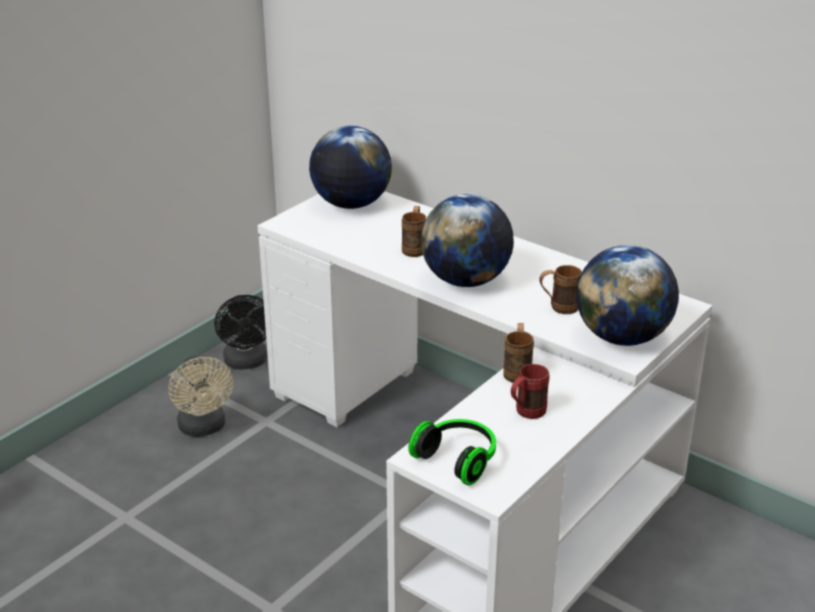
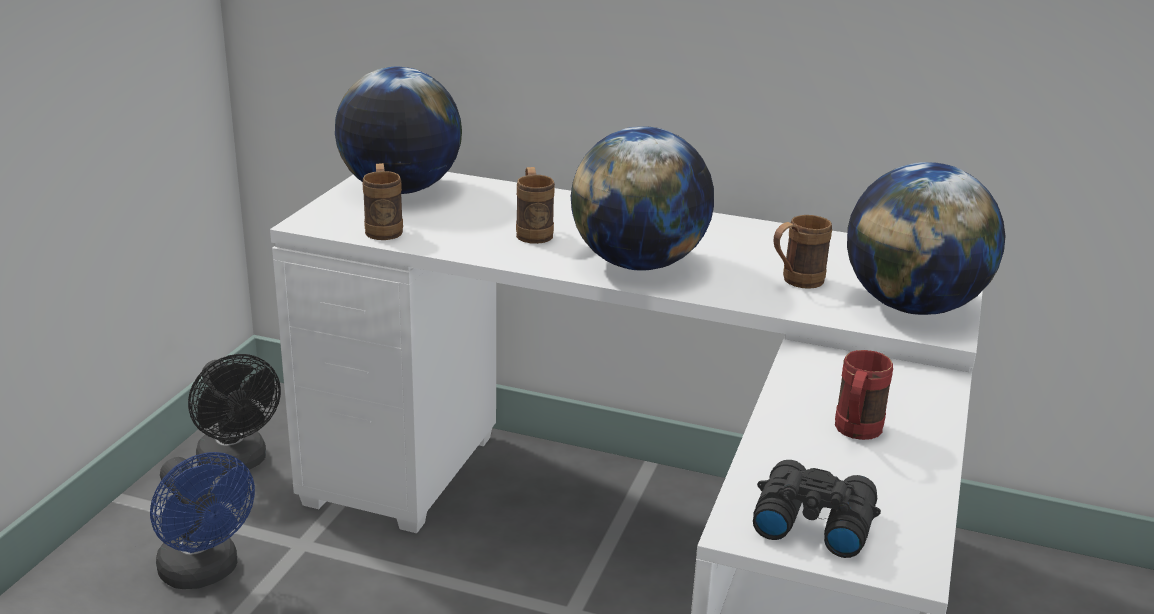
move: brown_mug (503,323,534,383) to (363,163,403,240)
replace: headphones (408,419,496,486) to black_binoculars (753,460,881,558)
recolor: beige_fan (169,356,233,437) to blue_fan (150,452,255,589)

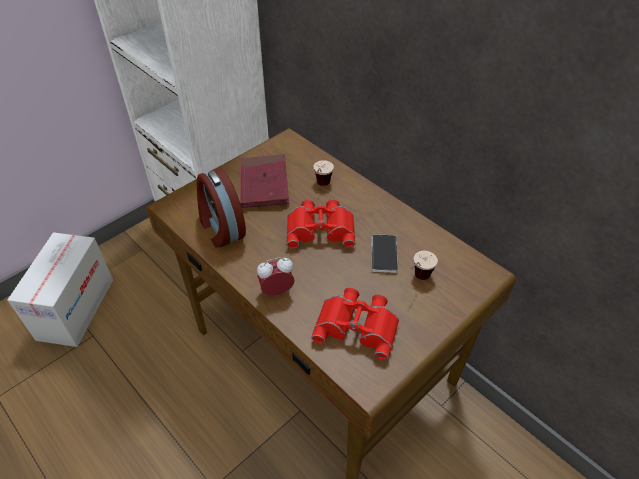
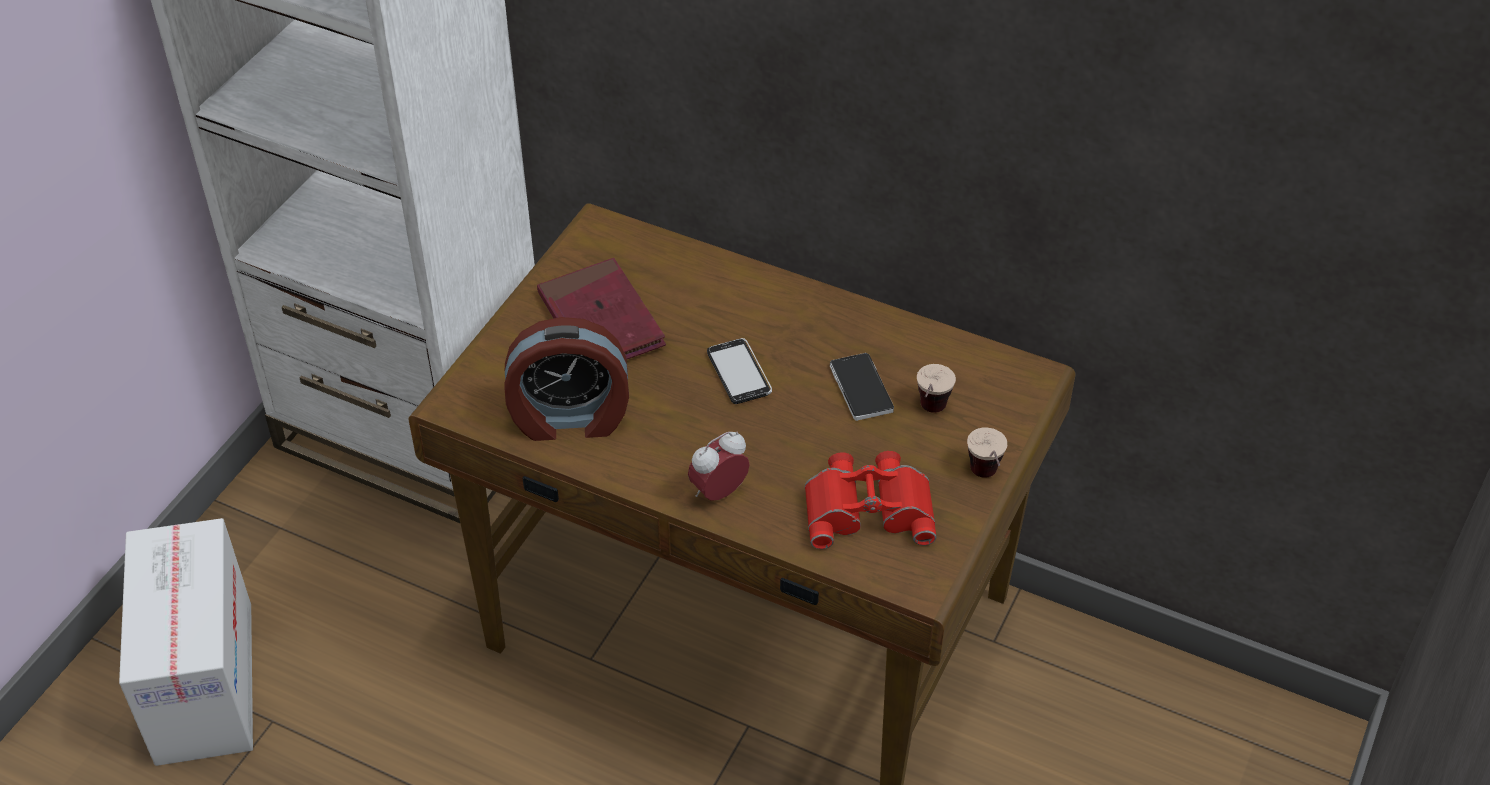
move: cup (313,160,334,186) to (967,427,1007,478)
replace: red_binoculars (287,200,355,249) to phone (707,338,772,404)
rotate: alarm_clock (197,168,246,248) = (504,317,629,441) 45 degrees counterclockwise

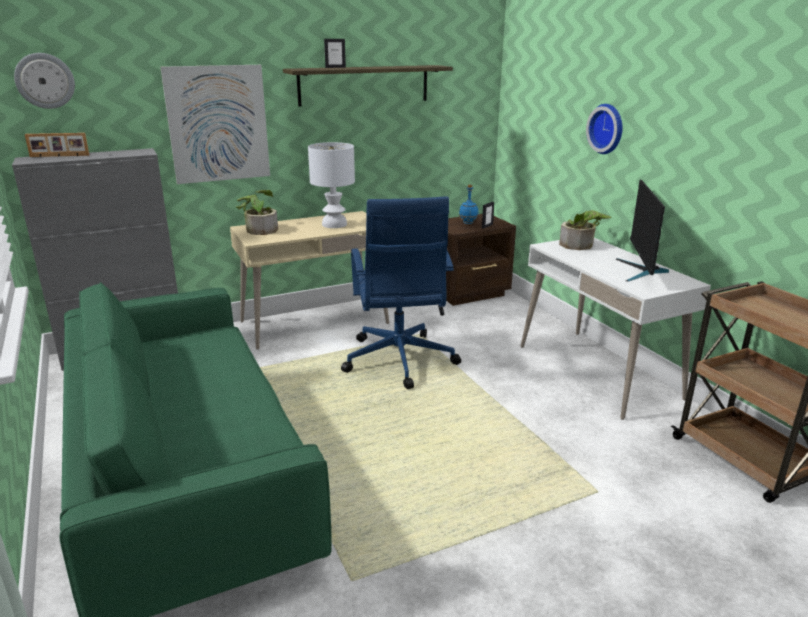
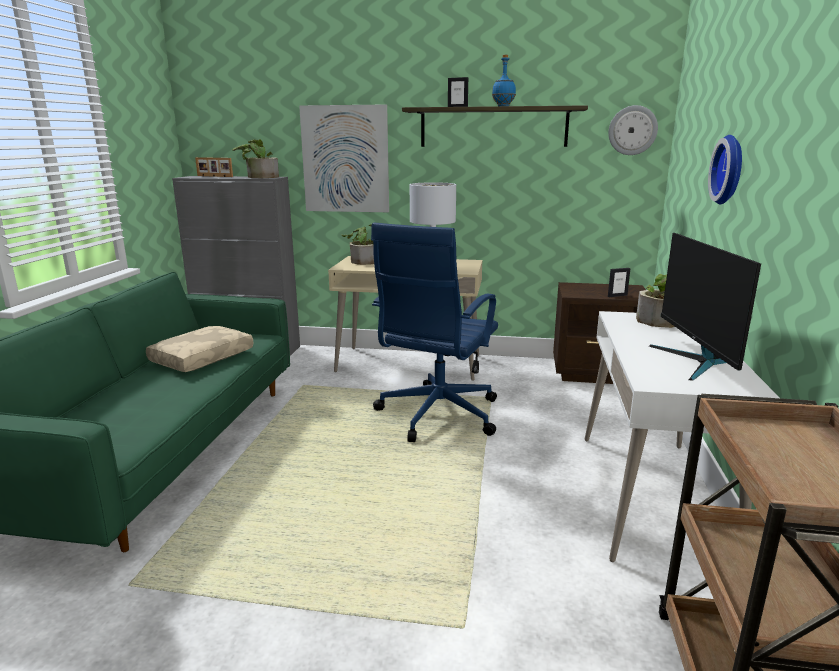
insert: beige_pillow (146,326,253,372); potted_plant (232,139,279,178)
move: blue_bottle (459,184,479,224) to (492,55,516,106); wall_clock (14,53,75,109) to (608,105,658,155)
rotate: monitor (615,180,669,282) = (649,233,761,381) 45 degrees counterclockwise

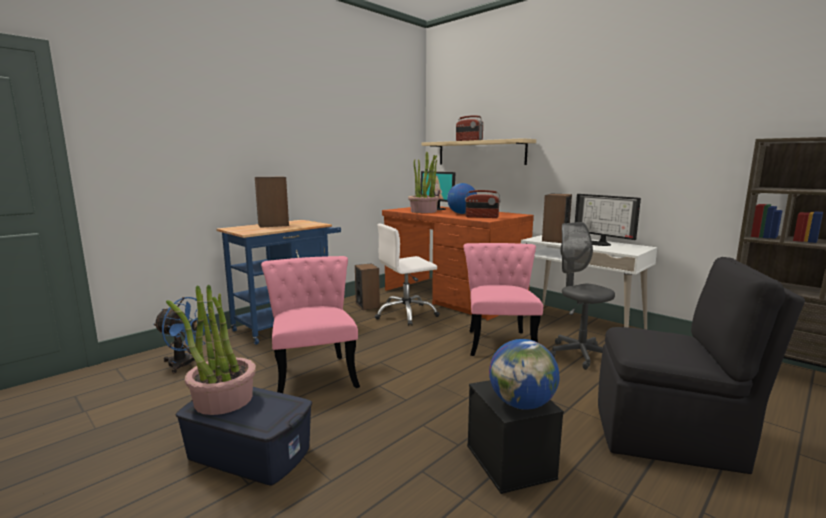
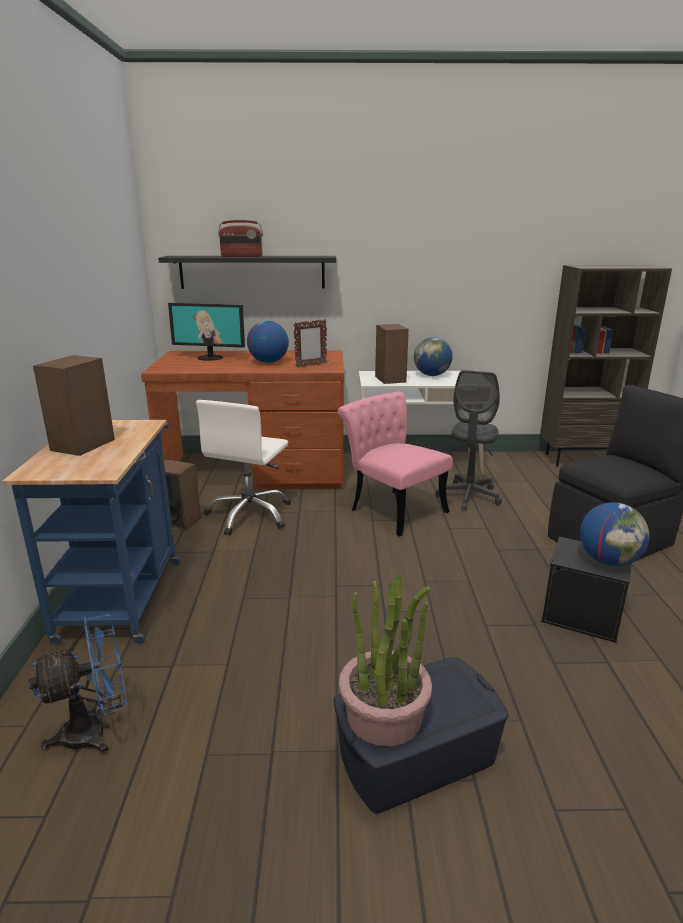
delete: pink_chair (261,256,360,393); potted_plant (408,152,439,213)
replace: radio (465,190,501,218) to picture_frame (293,319,327,367); monitor (575,194,641,246) to globe (414,337,453,376)
recolor: beige_shelf (421,138,536,165) to black_shelf (158,256,336,289)
rotate: grey_office_chair (550,222,615,370) = (435,370,502,511) 90 degrees counterclockwise

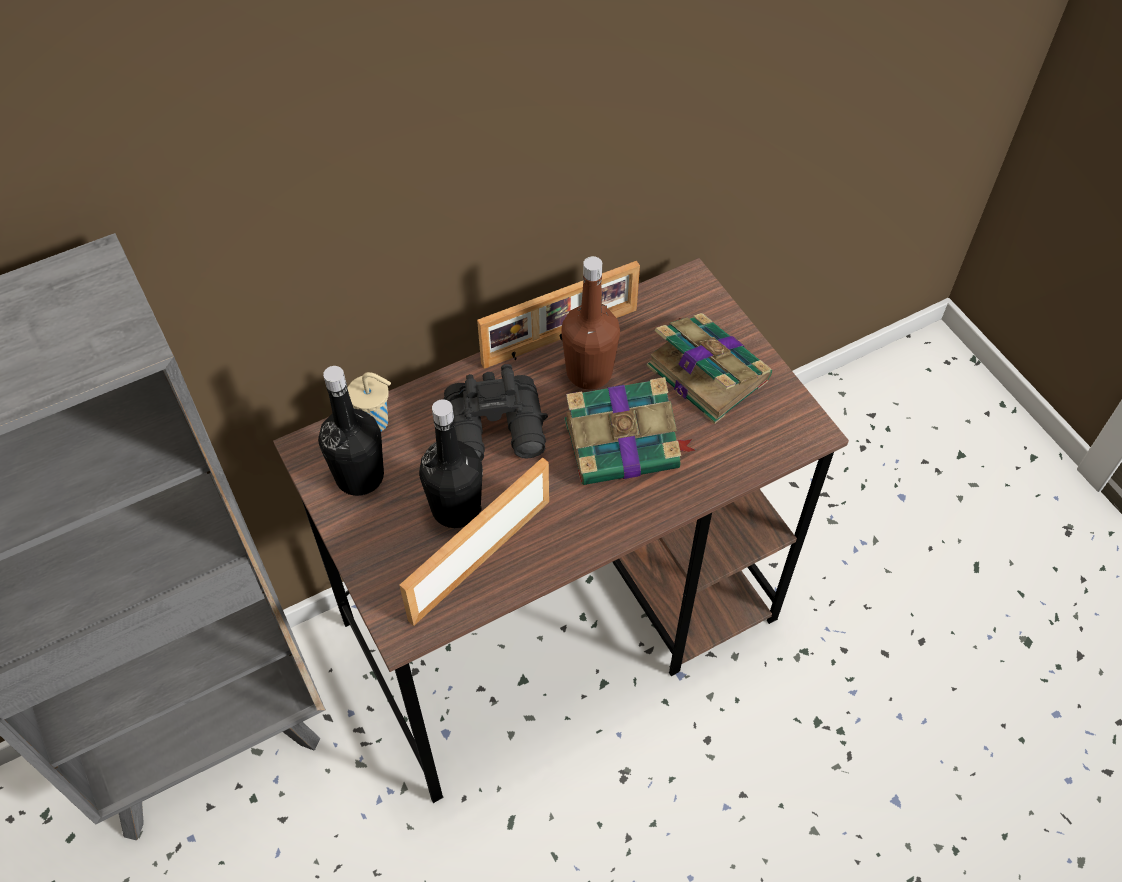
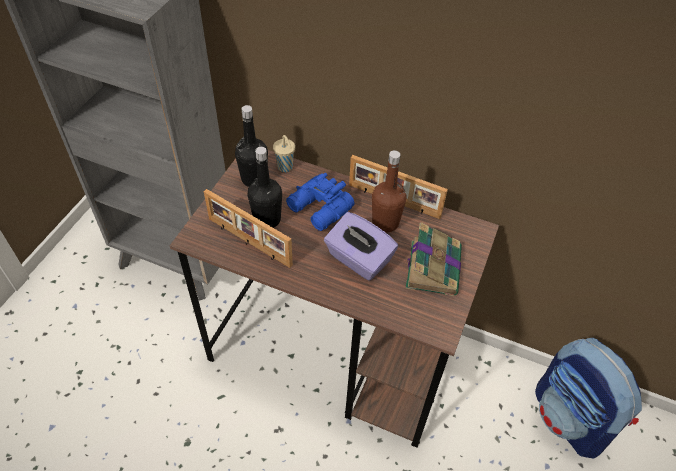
insert: backpack (535,338,642,459)
replace: book (564,377,696,485) to purple_tissue_box (324,212,398,281)
recolor: black_binoculars (444,364,548,461) to blue_binoculars (286,173,355,231)
rotate: picture_frame (399,457,549,626) = (204,189,293,268) 150 degrees counterclockwise

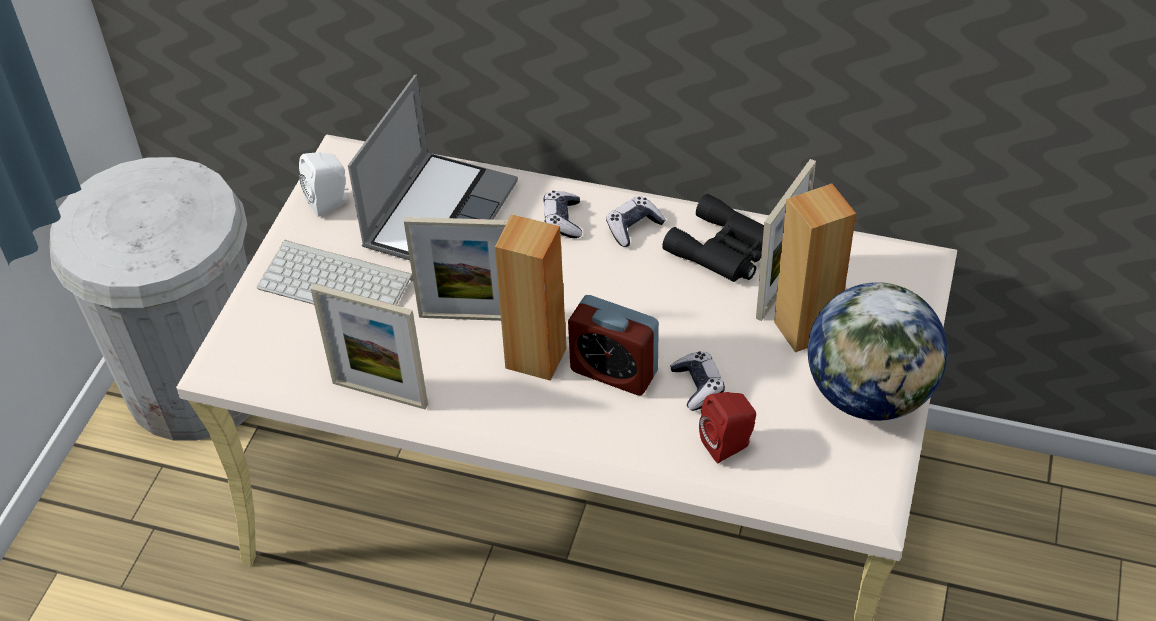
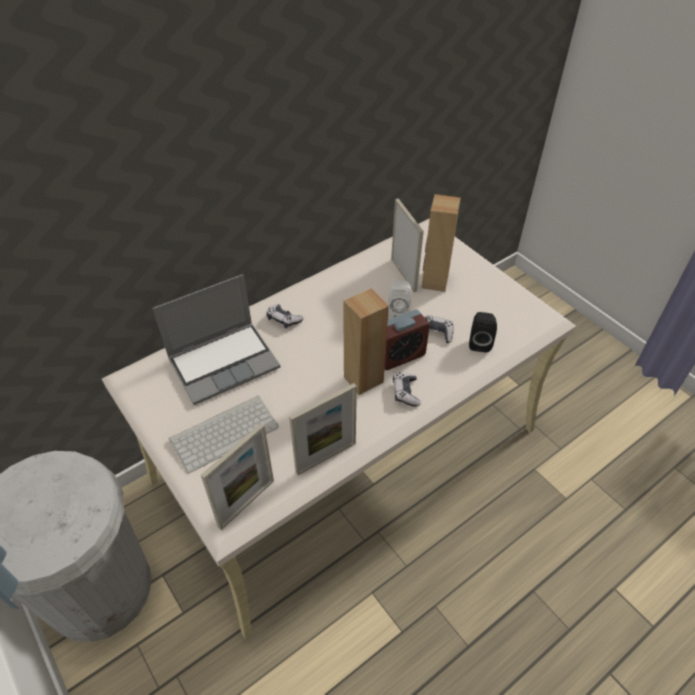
delete: black_binoculars (662,194,764,282); globe (808,282,948,421)
move: picture_frame (404,217,508,321) to (201,423,274,530); white_speaker (299,152,348,217) to (388,280,412,318); game_controller (606,196,666,247) to (393,372,420,406)
recolor: red_speaker (699,392,756,463) to black_speaker (469,312,497,352)
rotate: laptop (348,75,518,260) = (153,274,280,405) 90 degrees clockwise

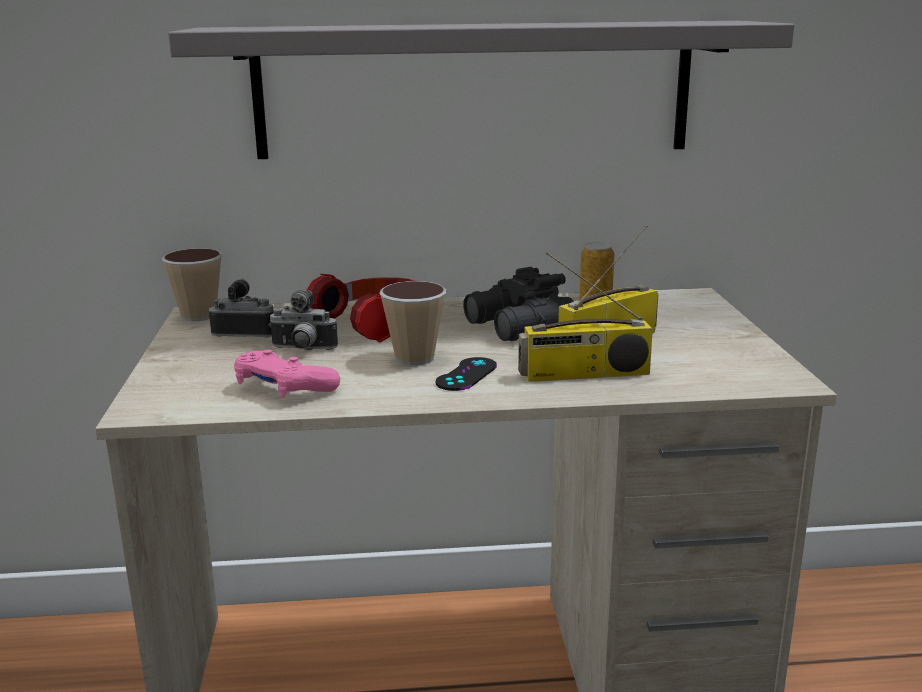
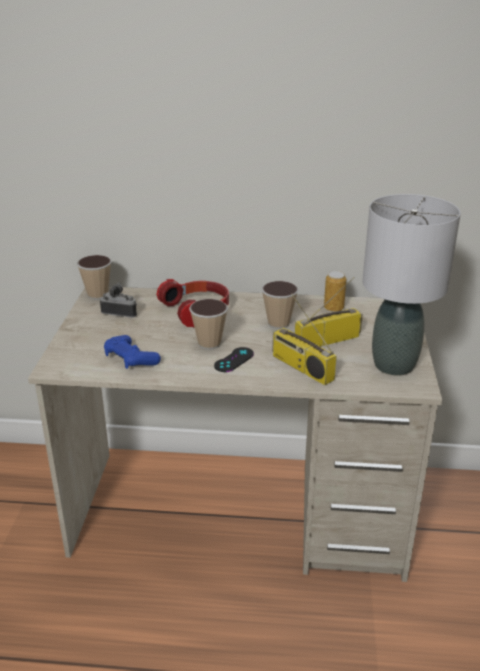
delete: grey_shelf (168,21,794,159); photo_camera (268,290,338,350)
insert: grey_table_lamp (362,194,461,376)
replace: black_binoculars (463,267,574,341) to cup (262,281,298,329)
recolor: pink_game_controller (234,350,340,397) to blue_game_controller (104,335,161,369)
rotate: radio (518,252,653,382) = (272,293,336,385) 45 degrees clockwise

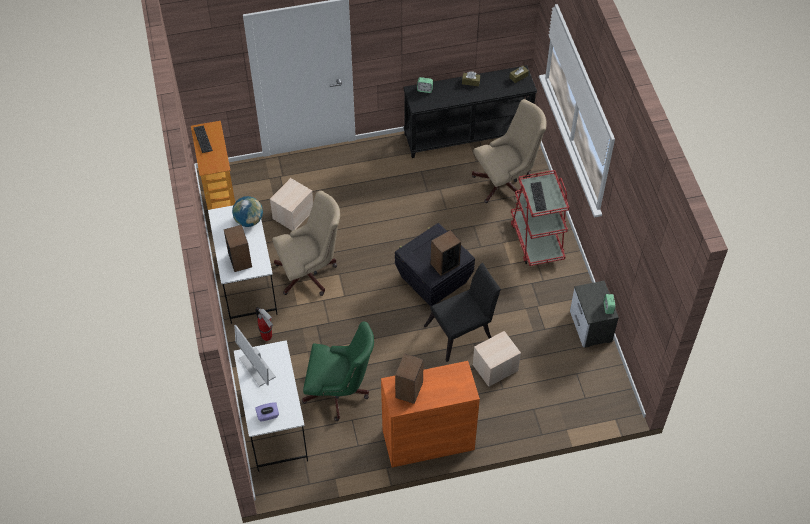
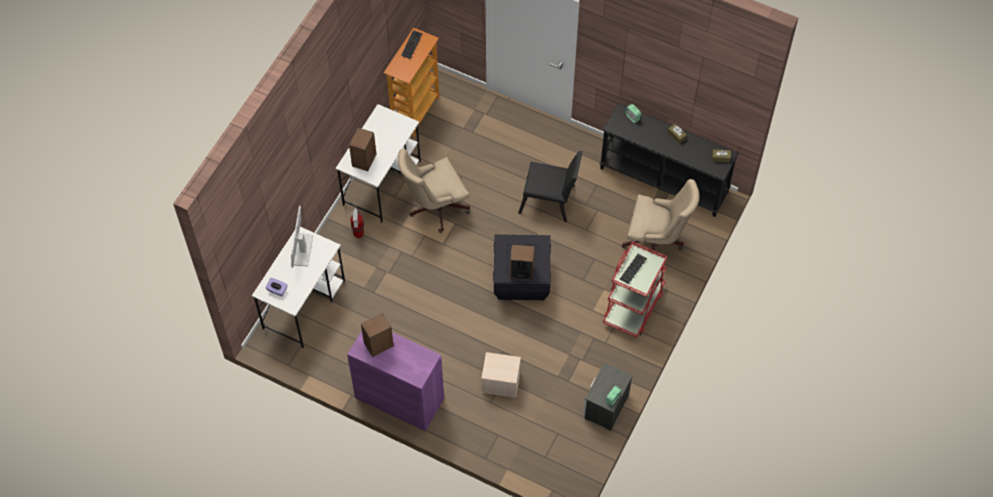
delete: globe (232,196,263,227); beige_storage_box (270,178,313,231); green_office_chair (302,322,374,421)
move: black_chair (424,263,501,362) to (518,151,583,222)
recolor: orange_cabinet (381,361,480,467) to purple_cabinet (347,331,444,431)
rotate: beige_office_chair (272,191,340,296) = (398,149,470,233) 135 degrees clockwise

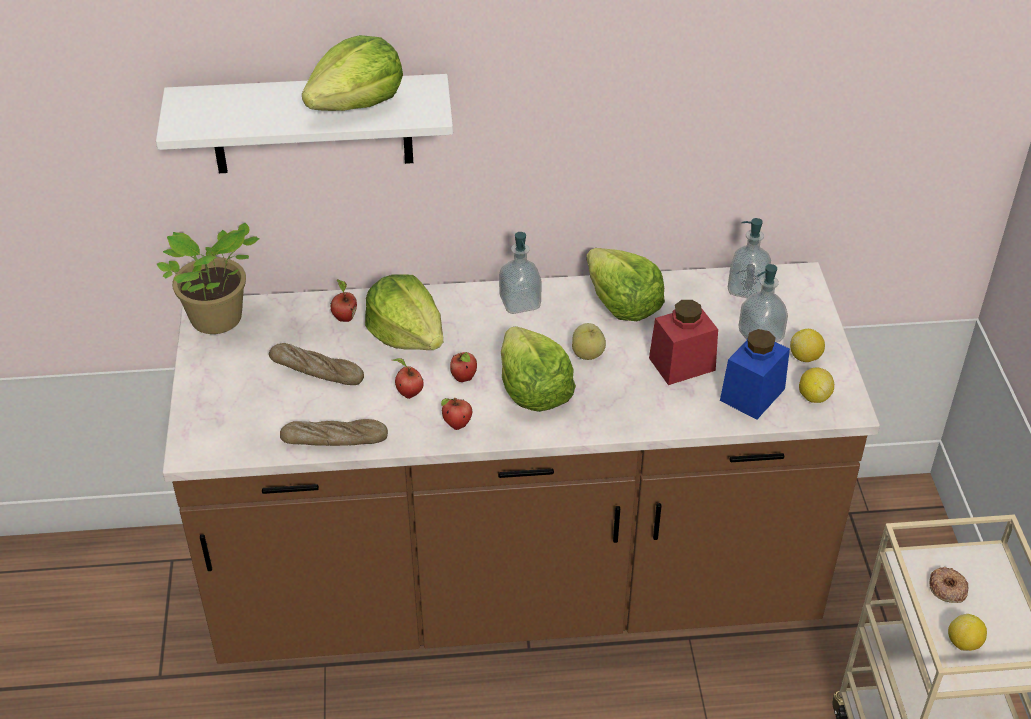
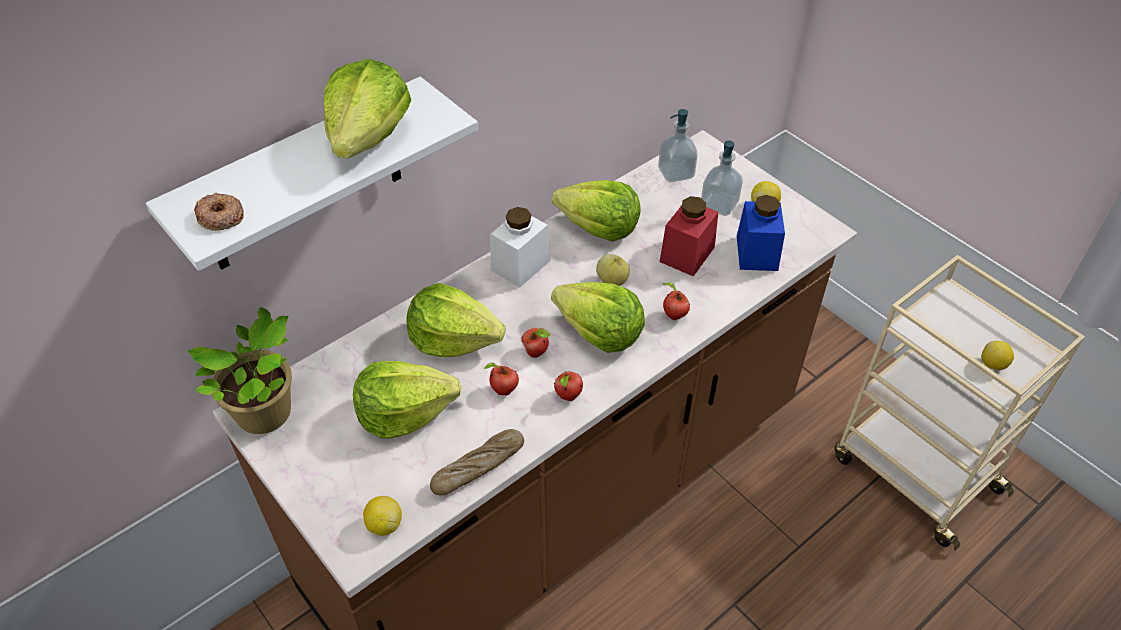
move: donut (929,567,968,603) to (194,193,244,231); lemon (799,368,834,403) to (363,496,402,536); apple (330,279,357,322) to (663,283,690,320)
replace: bread (269,343,364,385) to lettuce (353,361,461,438); soap_dispenser (499,232,542,314) to white_jar (490,207,551,288)

